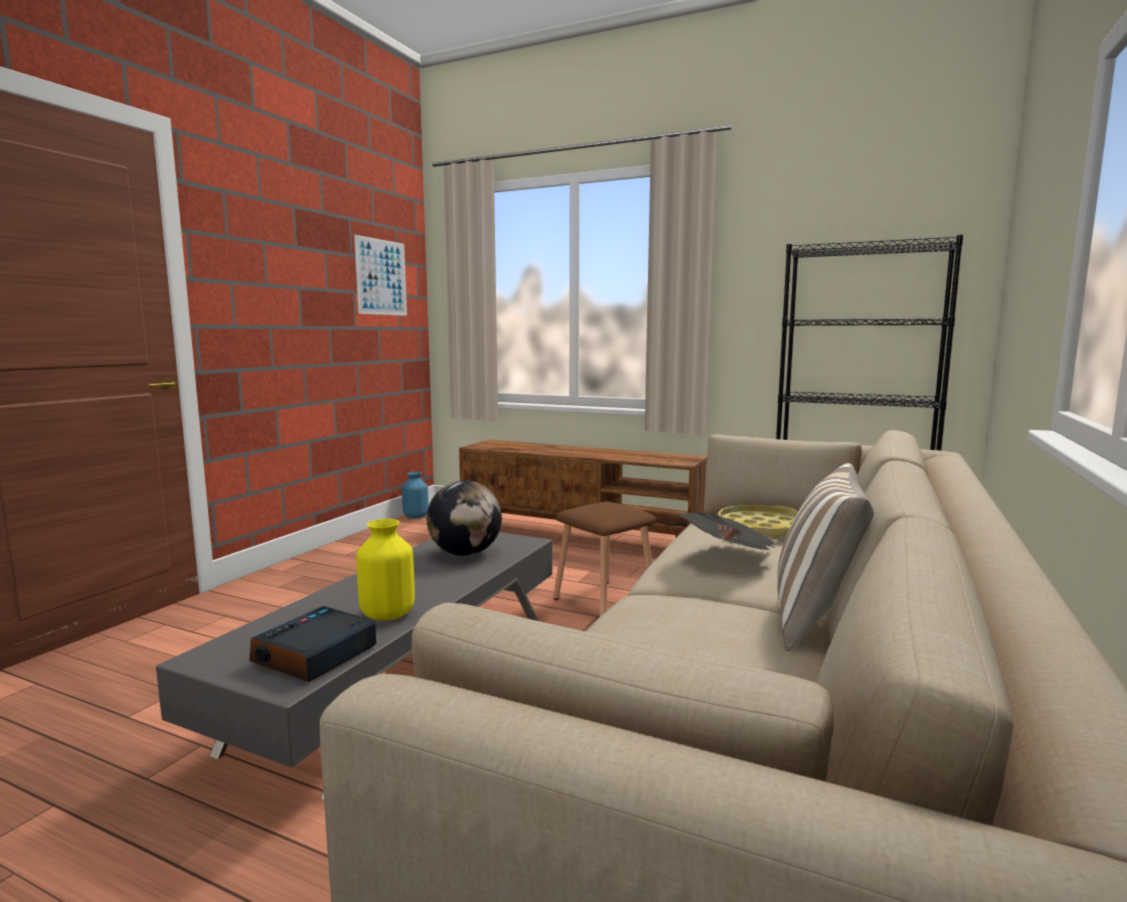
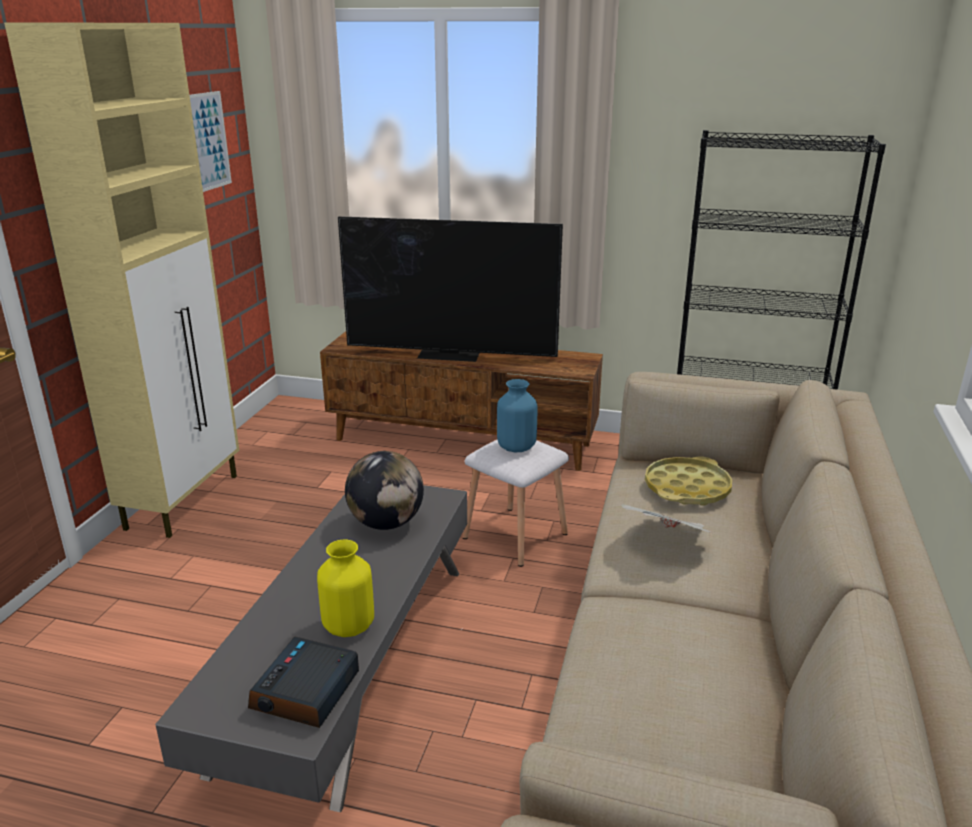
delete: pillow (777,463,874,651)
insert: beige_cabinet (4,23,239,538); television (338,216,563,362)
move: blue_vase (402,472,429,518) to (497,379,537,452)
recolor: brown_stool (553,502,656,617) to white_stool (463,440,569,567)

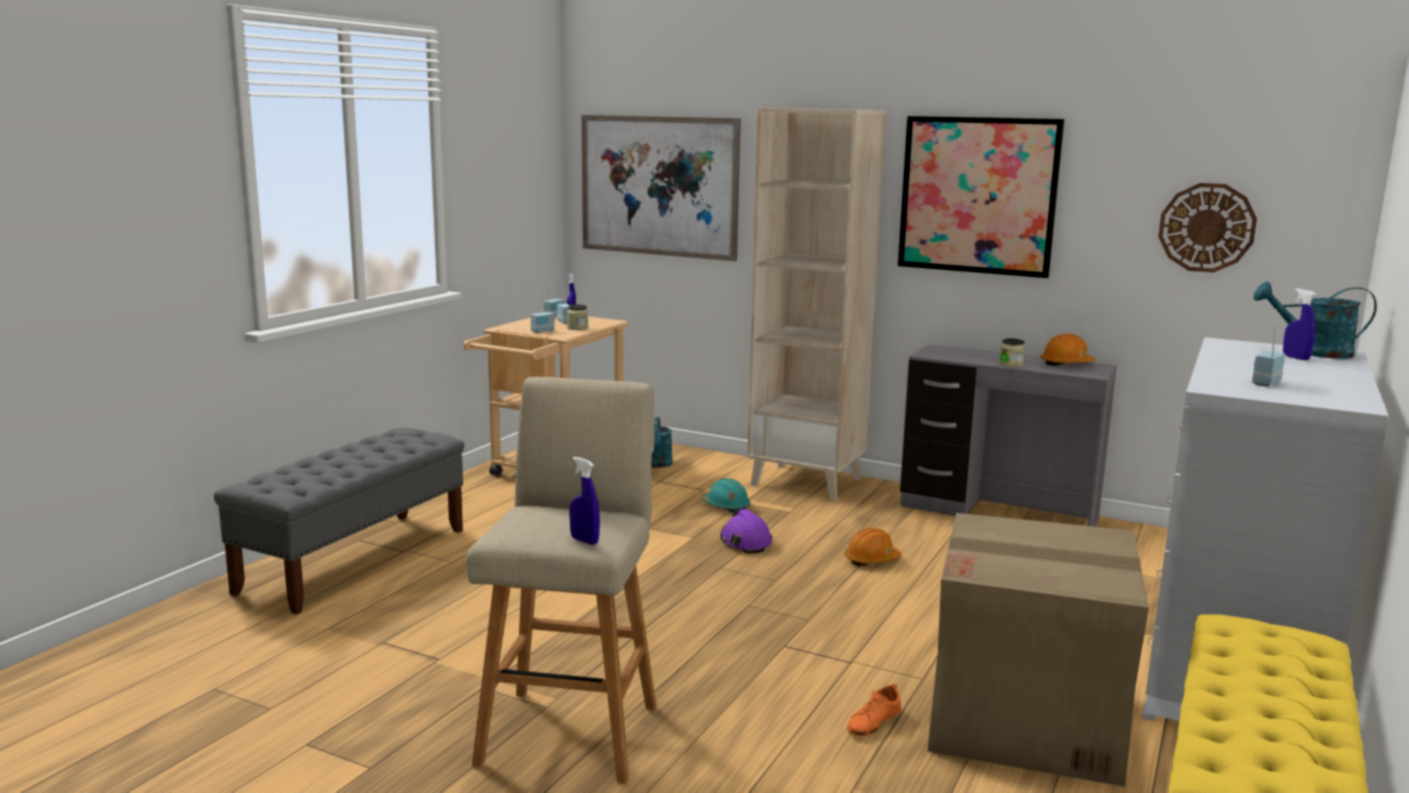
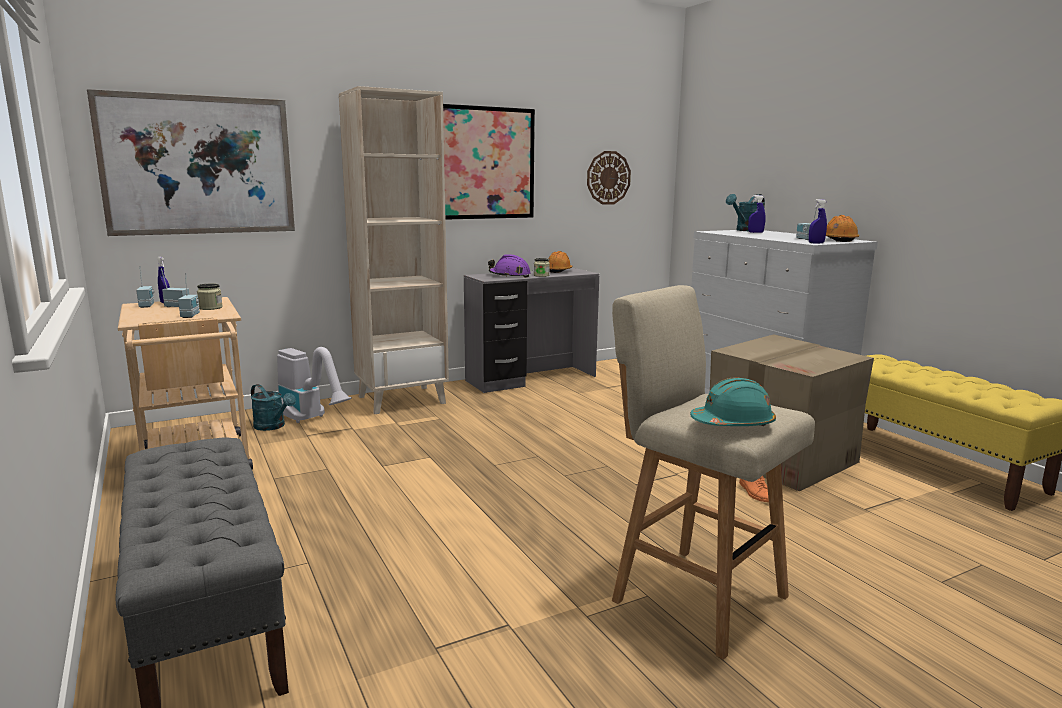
insert: vacuum_cleaner (277,347,352,423)
move: purple_hard_hat (720,509,772,554) to (488,254,530,278); turquoise_hard_hat (702,478,751,513) to (690,377,776,426); blue_spray_bottle (570,457,600,545) to (809,199,827,243); orange_hard_hat (845,528,901,566) to (826,215,859,242)

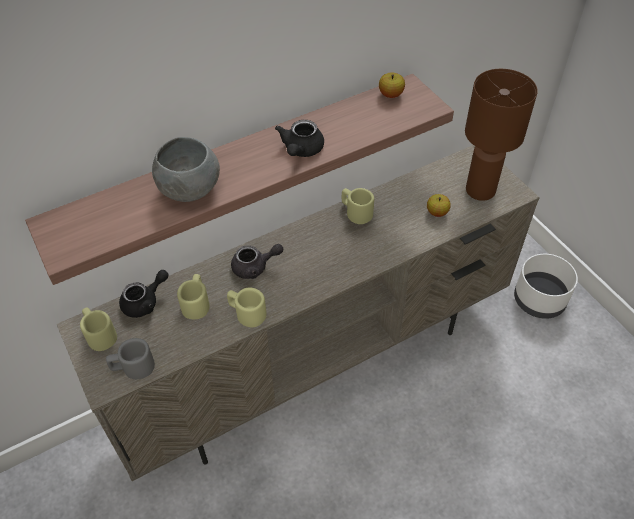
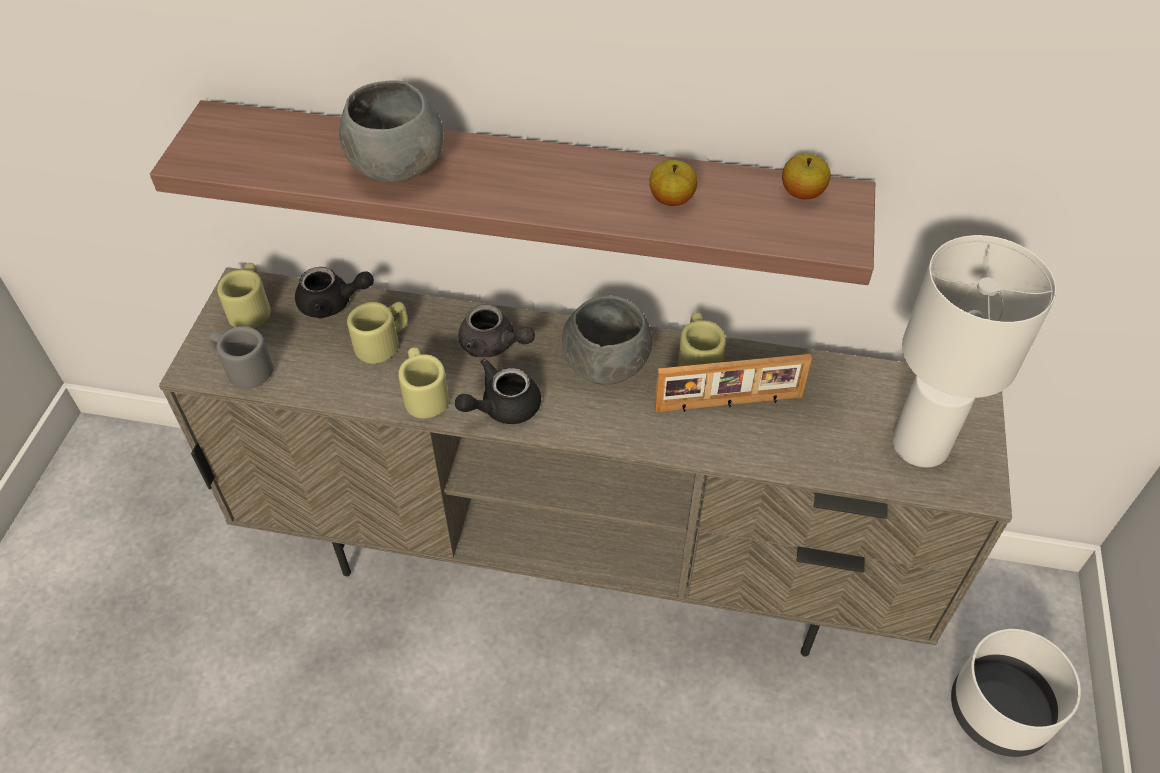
insert: grey_bowl (562,295,652,385); picture_frame (655,354,812,412)
move: black_teapot (275,120,324,157) to (455,359,541,424); apple (427,194,451,217) to (649,160,697,206)
recolor: brown_table_lamp (465,69,538,201) to white_table_lamp (892,235,1056,468)

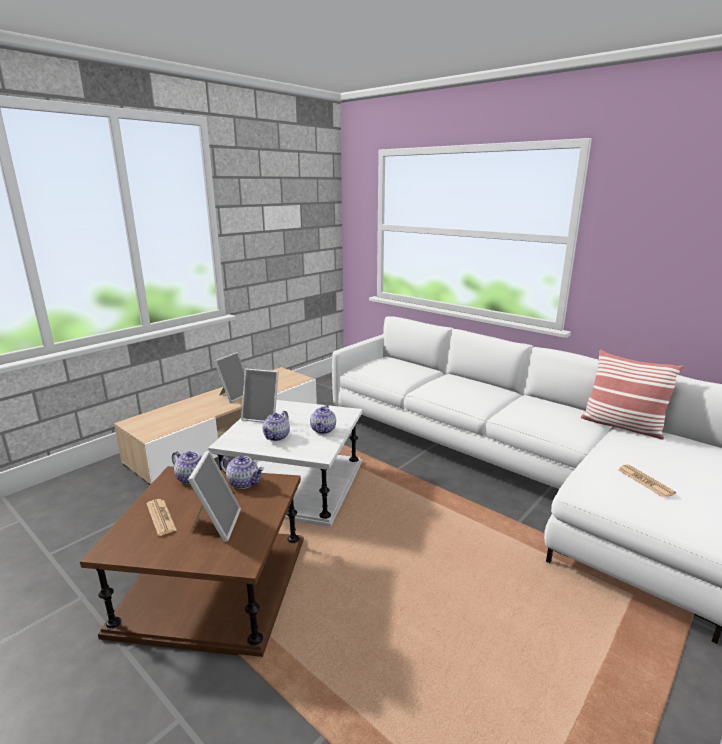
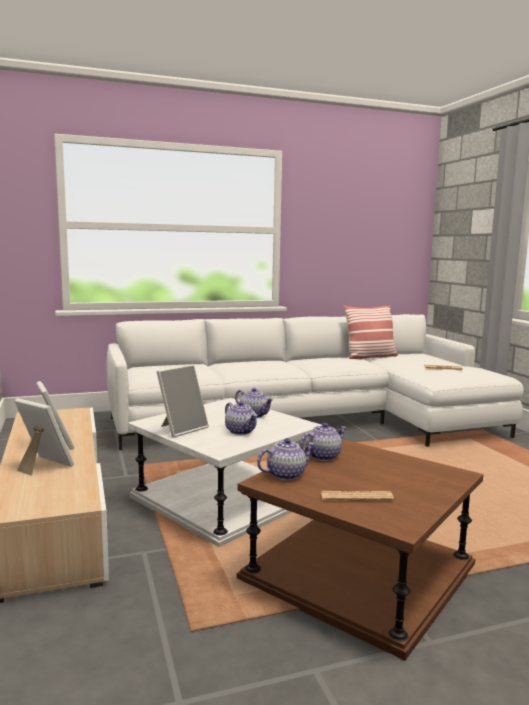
move: picture_frame (188,451,241,542) to (14,398,74,476)

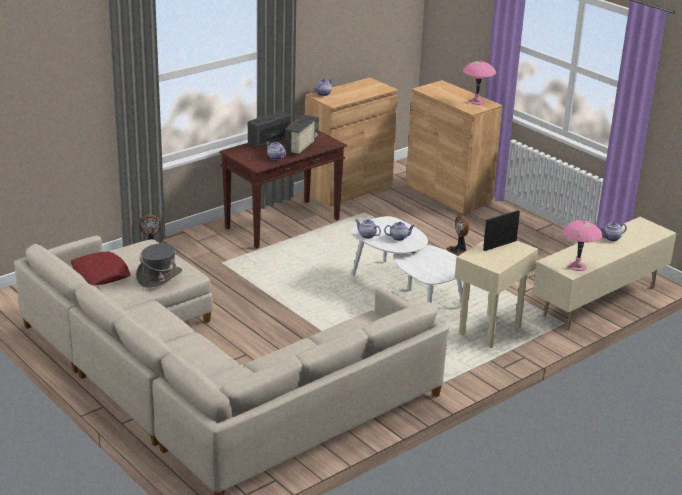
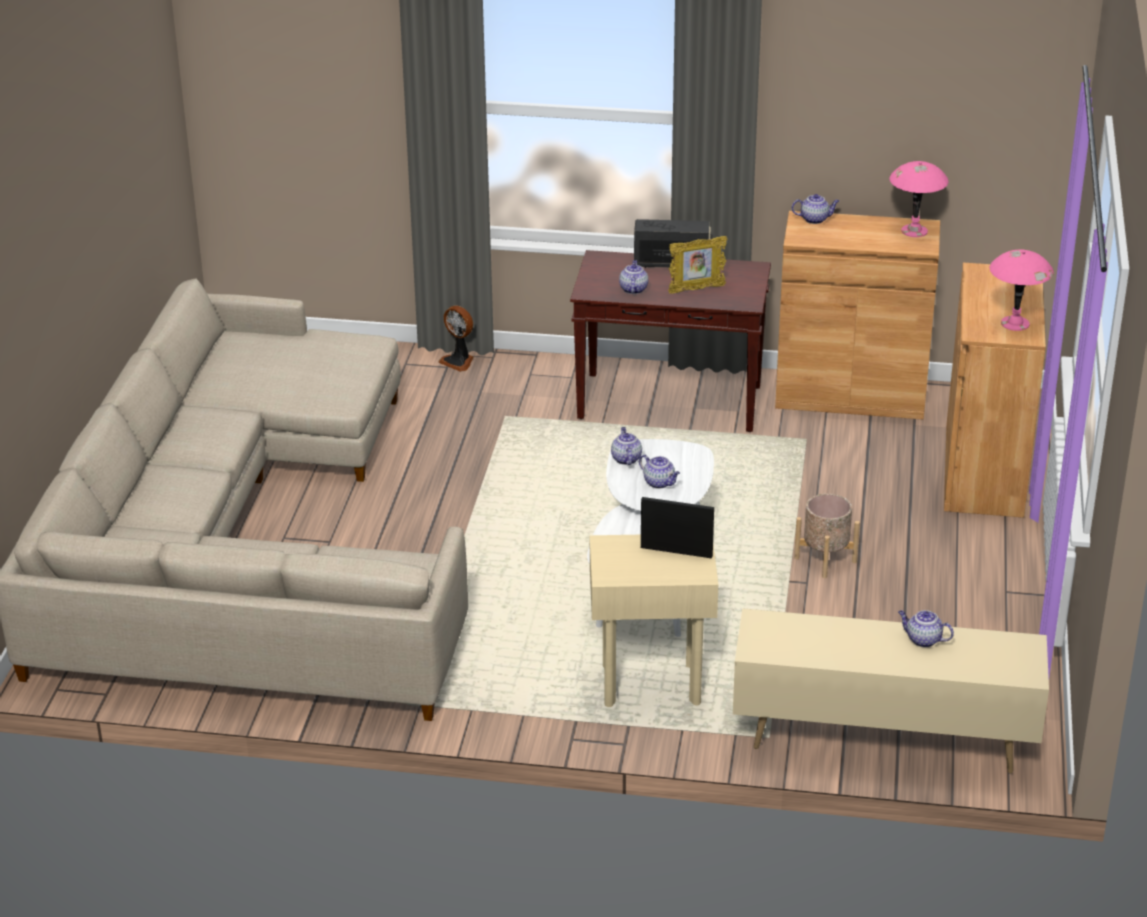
delete: red_pillow (71,251,130,286); grey_hat (136,243,183,287)
move: pink_table_lamp (562,220,602,271) to (889,161,949,237)
replace: radio (285,114,318,155) to picture_frame (668,236,727,293); fan (446,215,469,256) to beige_planter (794,493,860,578)

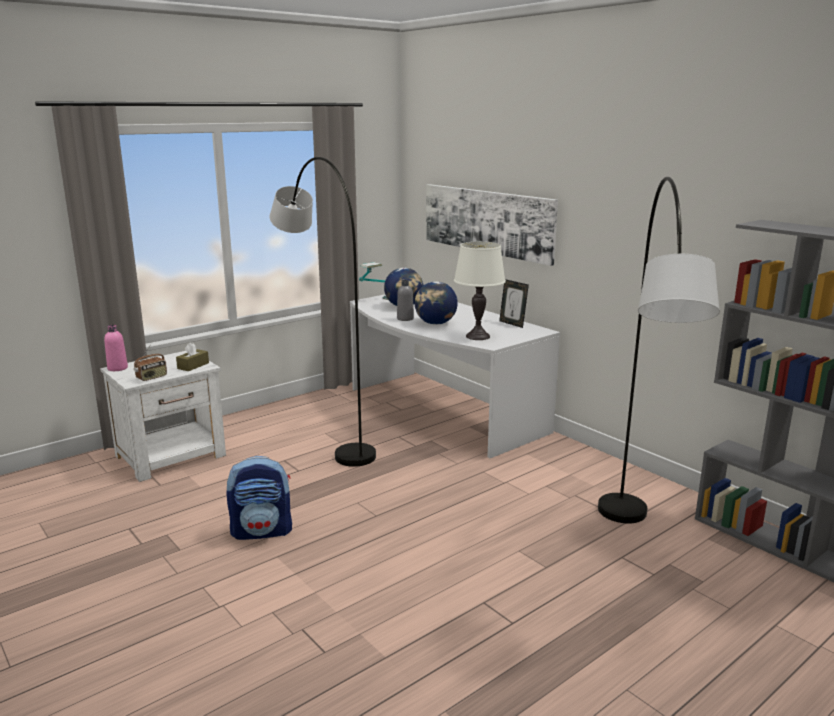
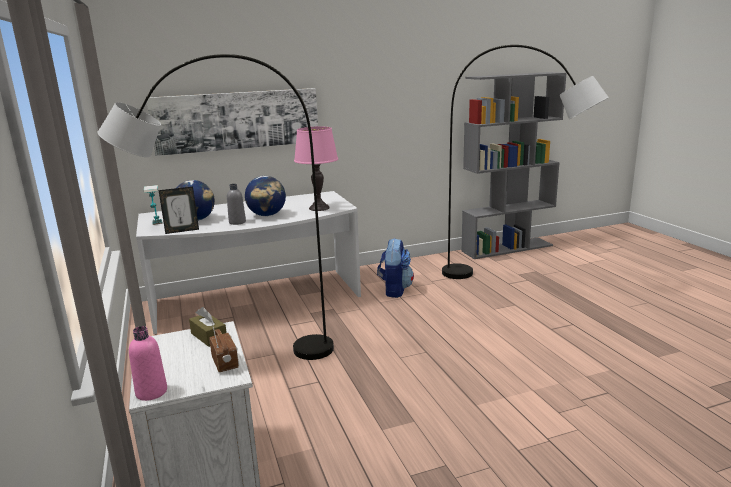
move: picture_frame (499,279,529,328) to (159,187,199,234); backpack (226,456,292,540) to (377,238,414,298)
recolor: white_table_lamp (454,242,506,340) to pink_table_lamp (294,127,338,211)

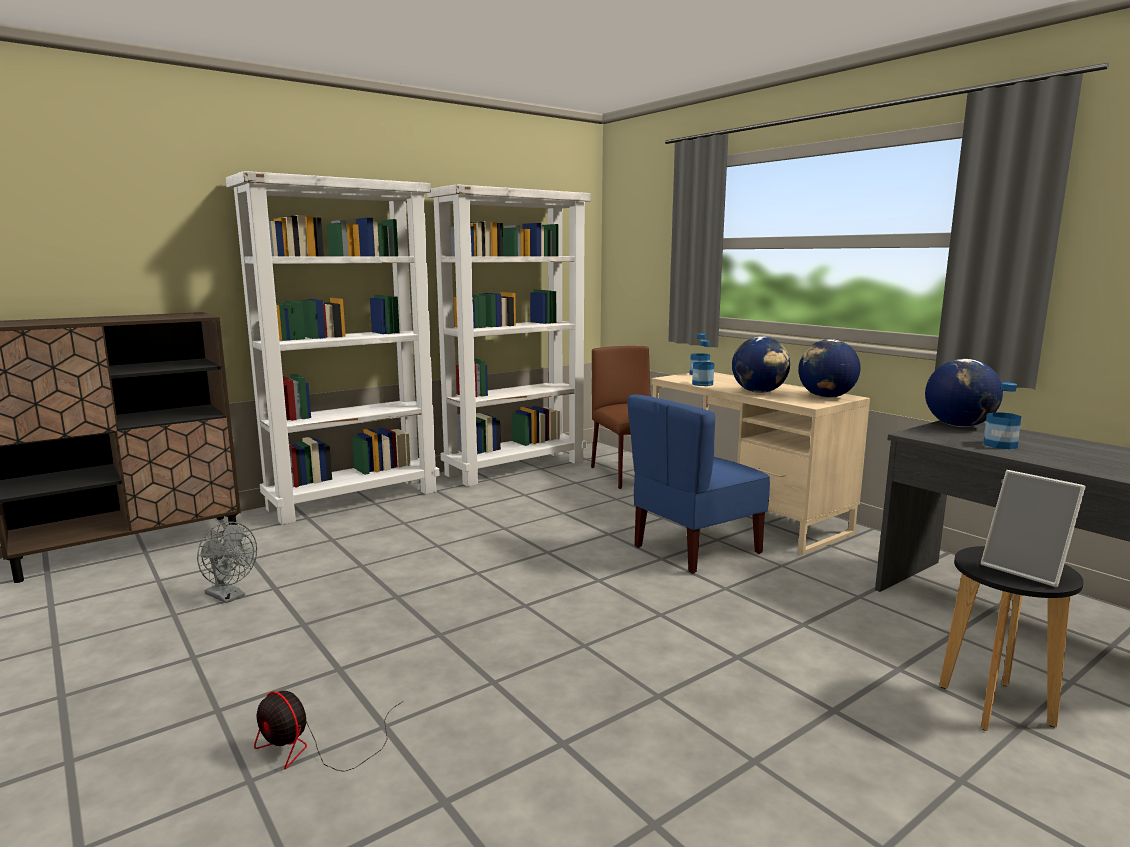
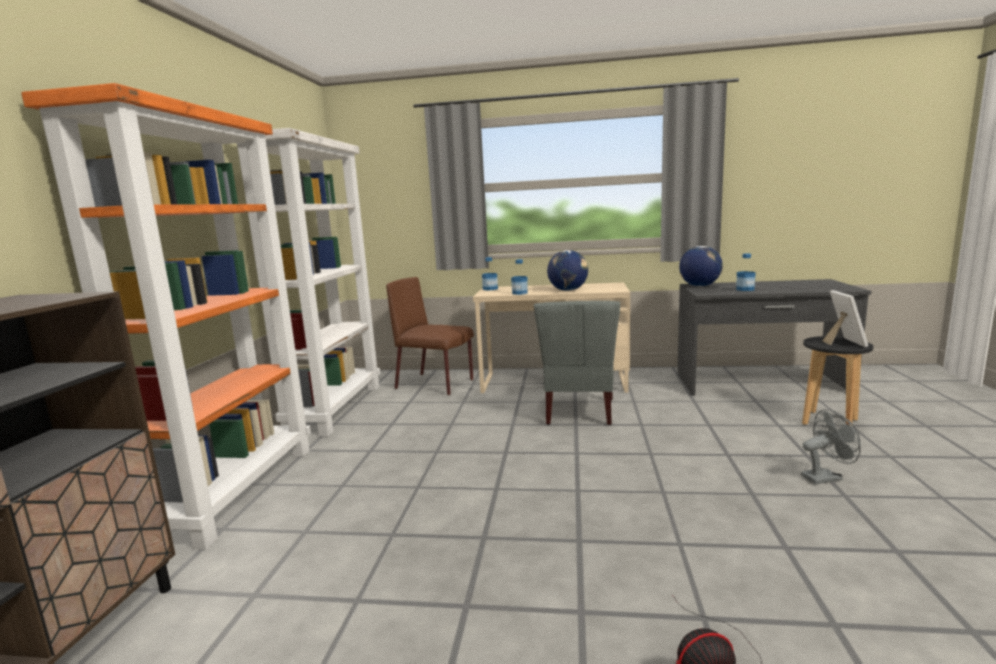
delete: globe (798,339,861,398)
move: grey_fan (197,522,257,603) to (801,409,861,484)
recolor: white_bookcase (226,171,440,525) to orange_bookcase (21,83,311,549); blue_chair (627,394,770,574) to grey_chair (534,301,620,425)
rotate: picture_frame (981,470,1086,587) = (822,290,868,347) 90 degrees counterclockwise

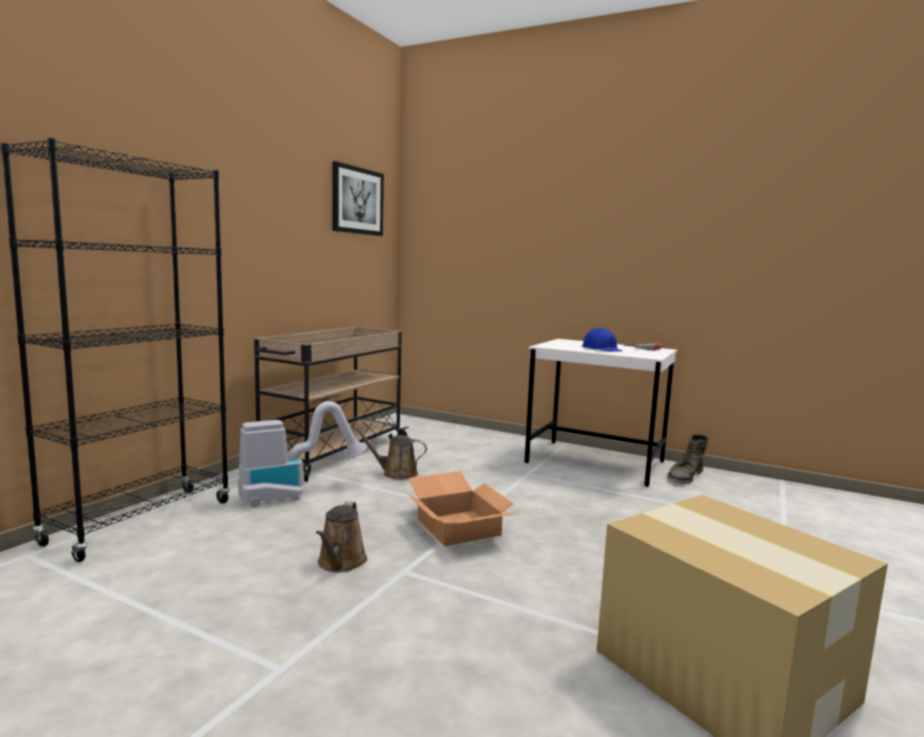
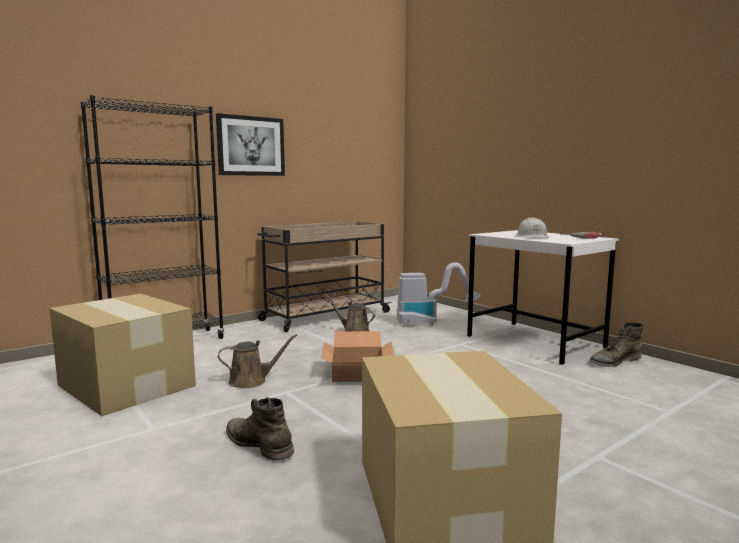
insert: cardboard_box (49,294,196,416); green_boot (226,397,294,461)
move: picture (332,161,384,236) to (216,113,285,176); vacuum_cleaner (238,401,367,508) to (397,262,481,327)
recolor: blue_hard_hat (582,328,623,351) to white_hard_hat (516,217,549,238)
rotate: brown_watering_can (316,501,367,572) = (218,334,298,388) 135 degrees counterclockwise

